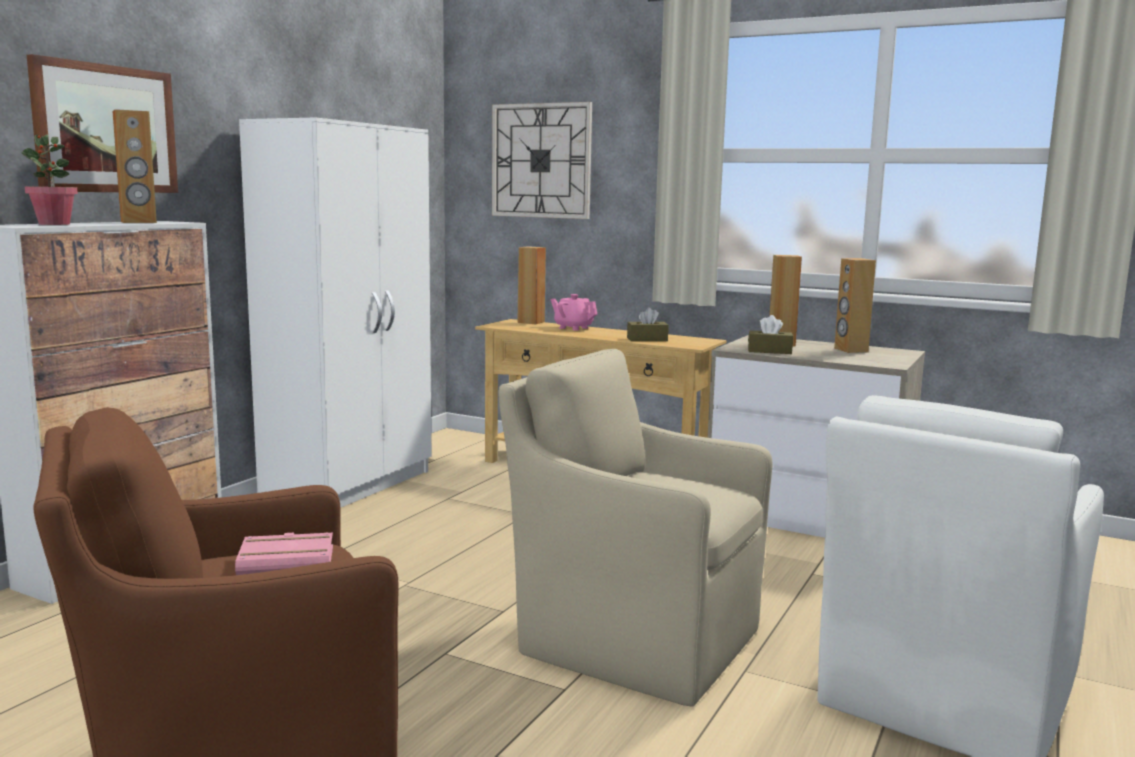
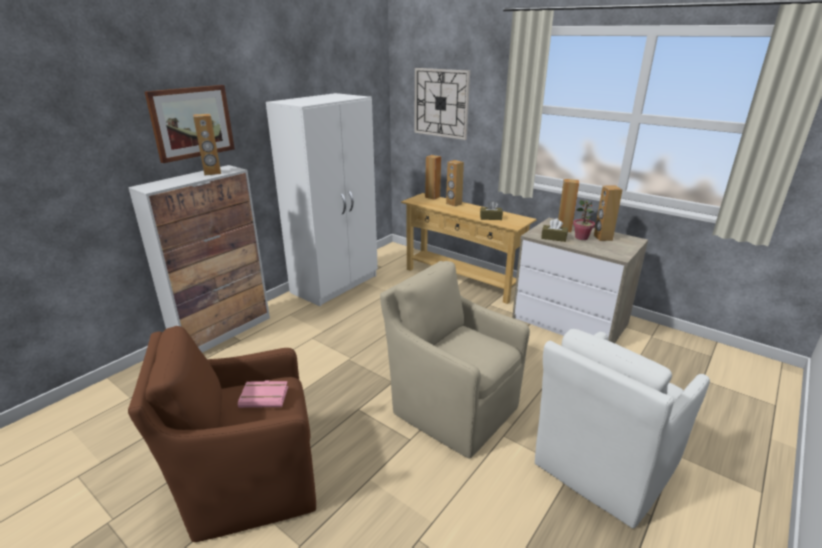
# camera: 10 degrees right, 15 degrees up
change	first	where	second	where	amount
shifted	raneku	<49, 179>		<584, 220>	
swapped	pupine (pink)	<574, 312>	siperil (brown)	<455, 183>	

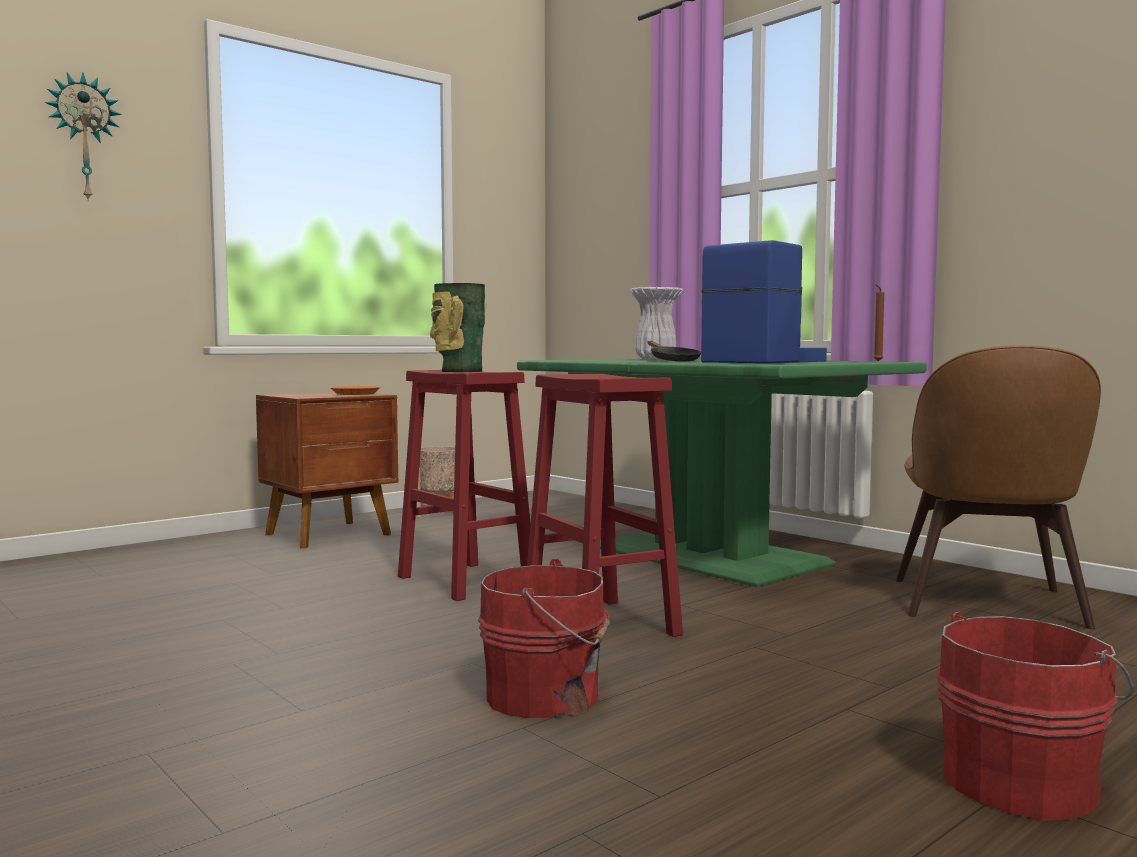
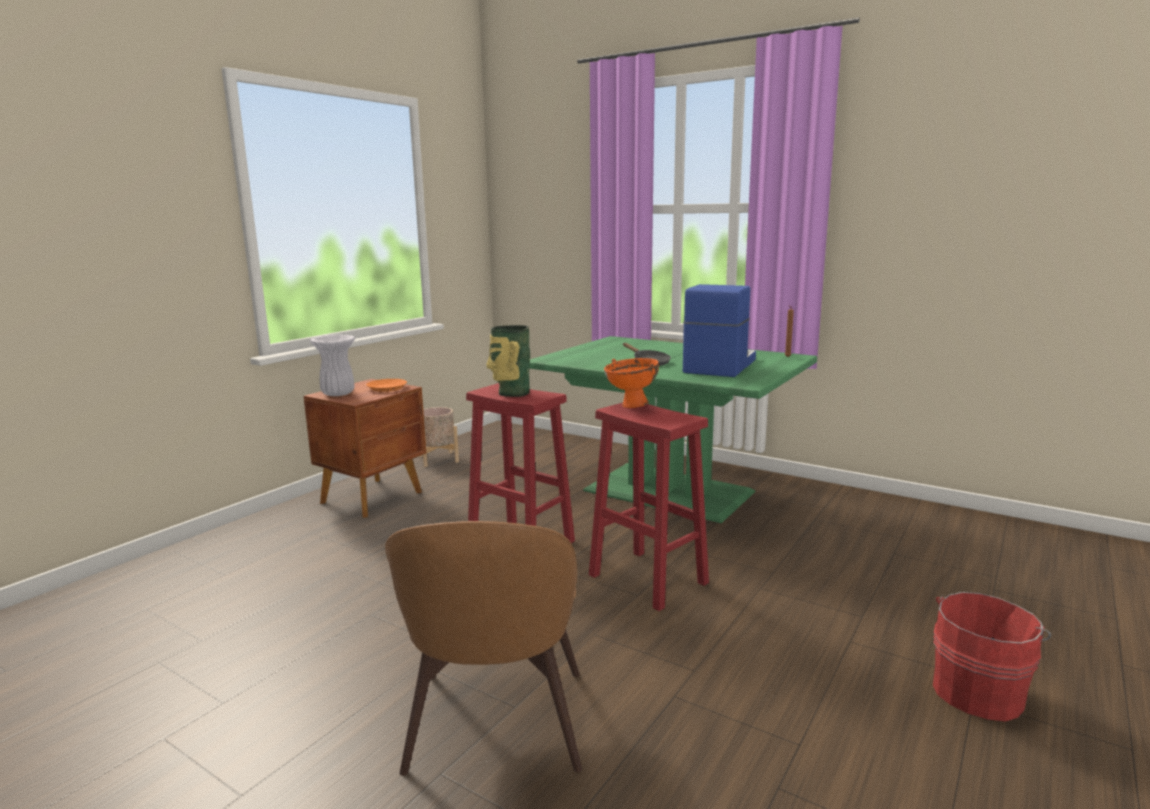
# camera: 15 degrees left, 10 degrees up
change	first	where	second	where	amount
gone	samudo	<83, 137>			
gone	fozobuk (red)	<544, 638>			
shifted	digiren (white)	<656, 323>		<332, 365>	
shifted	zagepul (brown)	<998, 487>		<483, 648>	
new			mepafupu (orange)	<631, 383>	

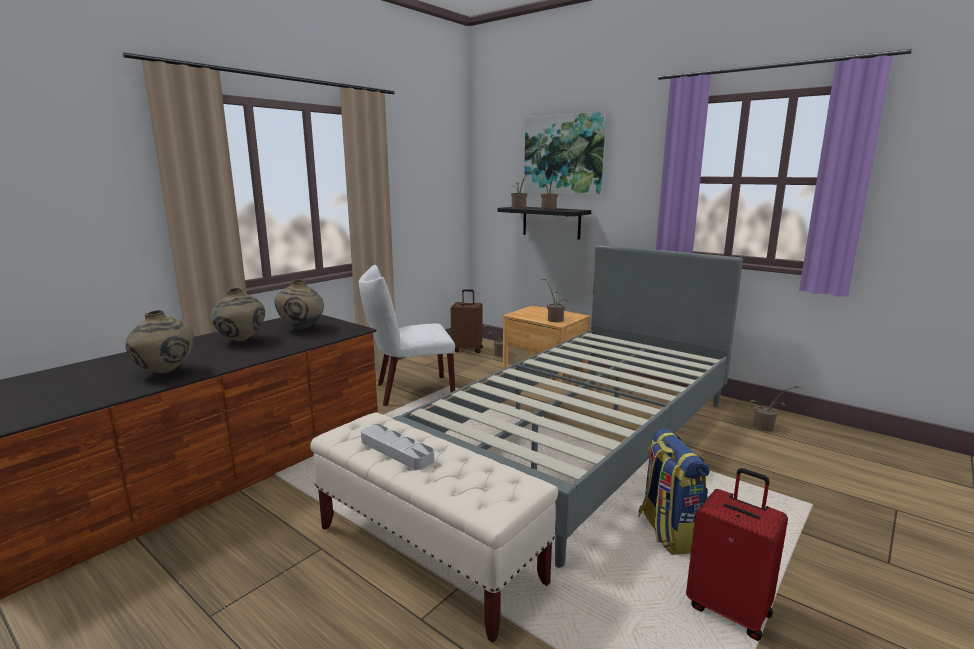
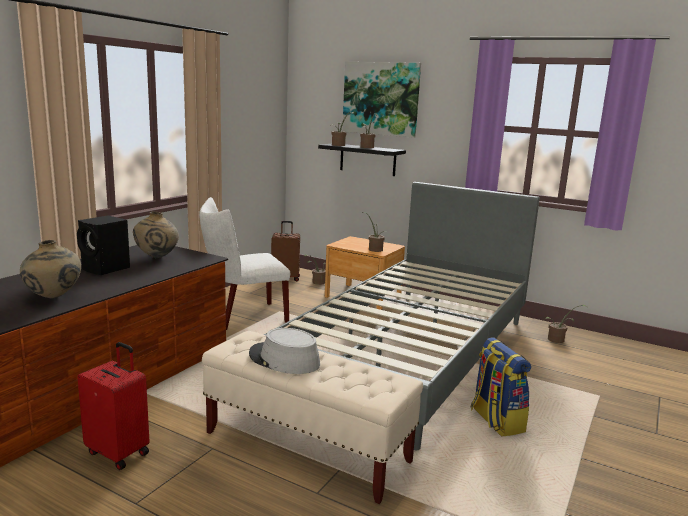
# camera: 10 degrees left, 0 degrees up
change	first	where	second	where	amount
swapped	digiren (beige)	<238, 315>	siperil (black)	<103, 245>	
swapped	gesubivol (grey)	<397, 447>	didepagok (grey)	<284, 351>	
shifted	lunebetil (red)	<737, 554>		<113, 406>	

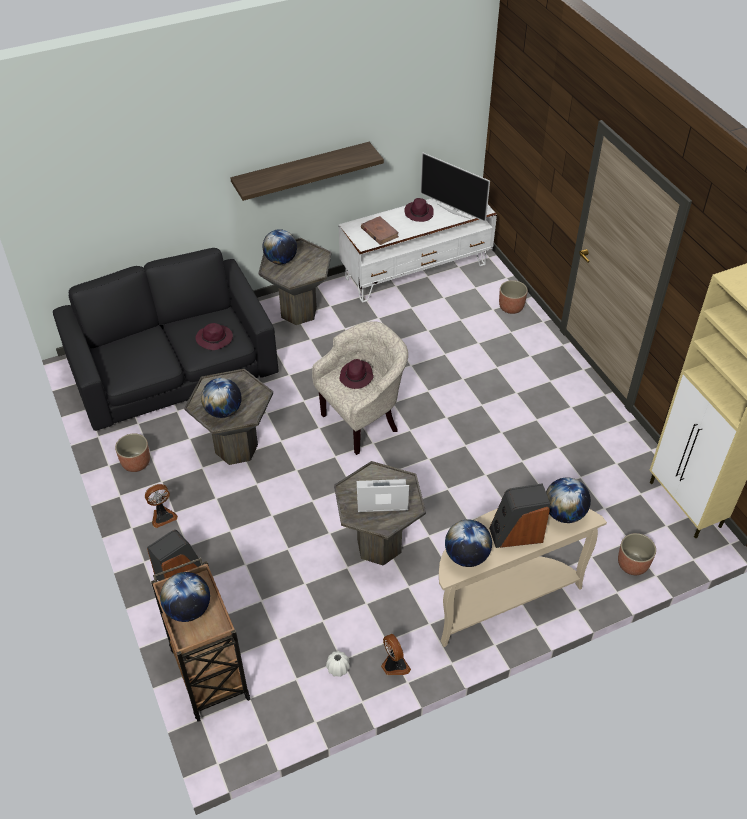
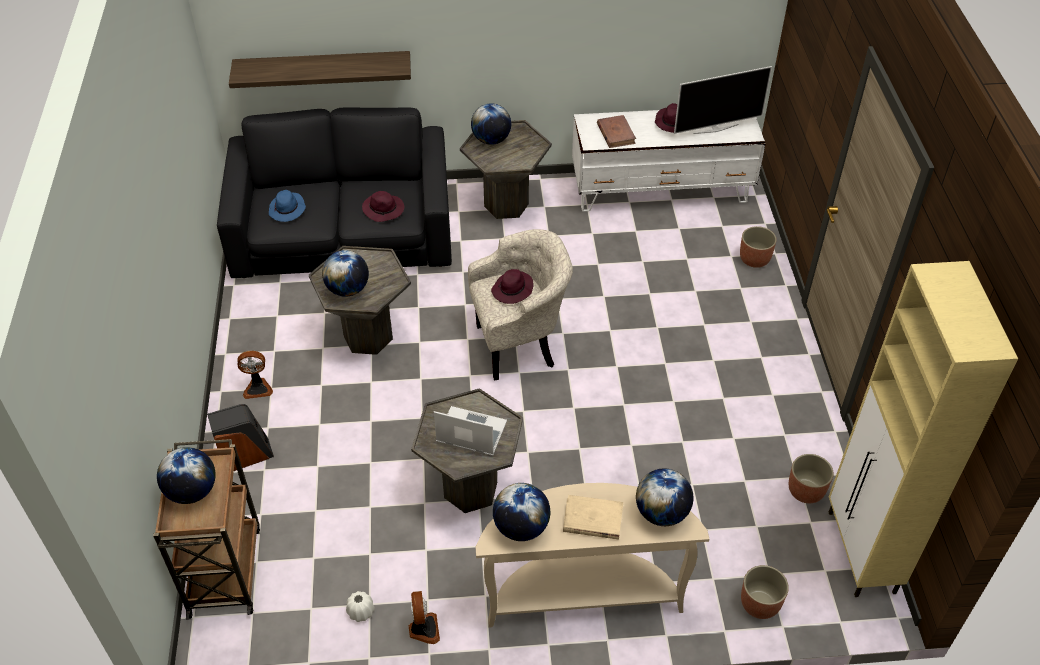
# camera: 20 degrees right, 0 degrees up
change	first	where	second	where	amount
shifted	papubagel	<132, 452>		<811, 478>	
shifted	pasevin	<307, 171>		<320, 69>	
rotated	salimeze	<455, 187>		<723, 100>	75 degrees counterclockwise
swapped	siperil	<519, 515>	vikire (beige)	<593, 517>	
new			didepagok (blue)	<287, 206>	

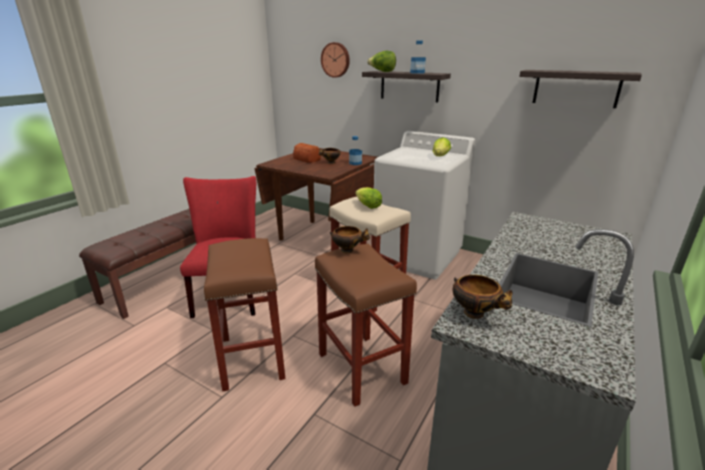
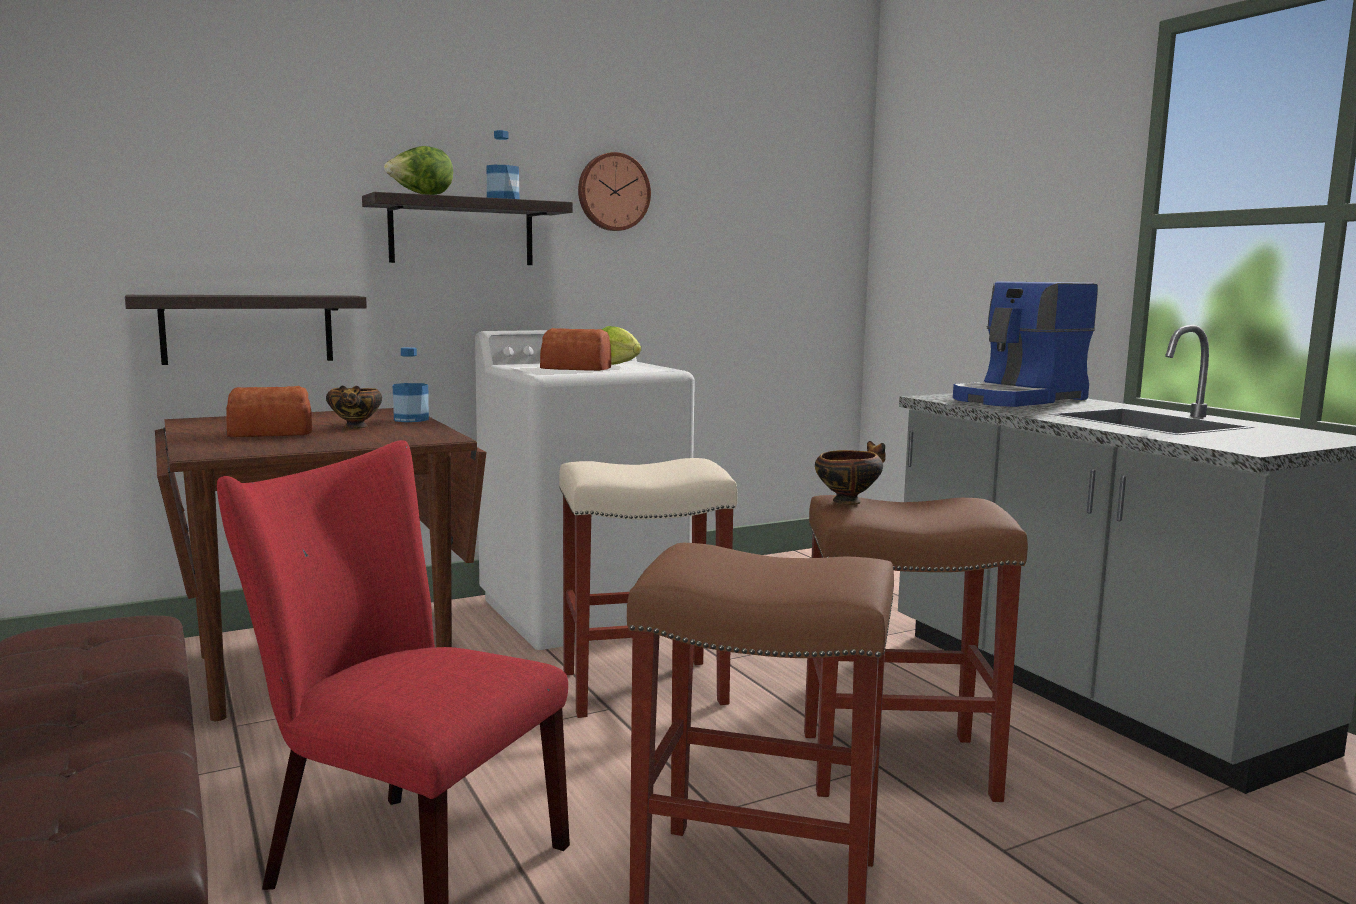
# camera: 60 degrees left, 15 degrees down
change	first	where	second	where	amount
shifted	samudo	<335, 60>		<614, 191>	
gone	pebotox	<368, 198>			
gone	mepafupu	<483, 297>			
shifted	pasevin	<580, 89>		<246, 330>	
new			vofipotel	<575, 349>	
new			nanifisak	<1025, 344>	

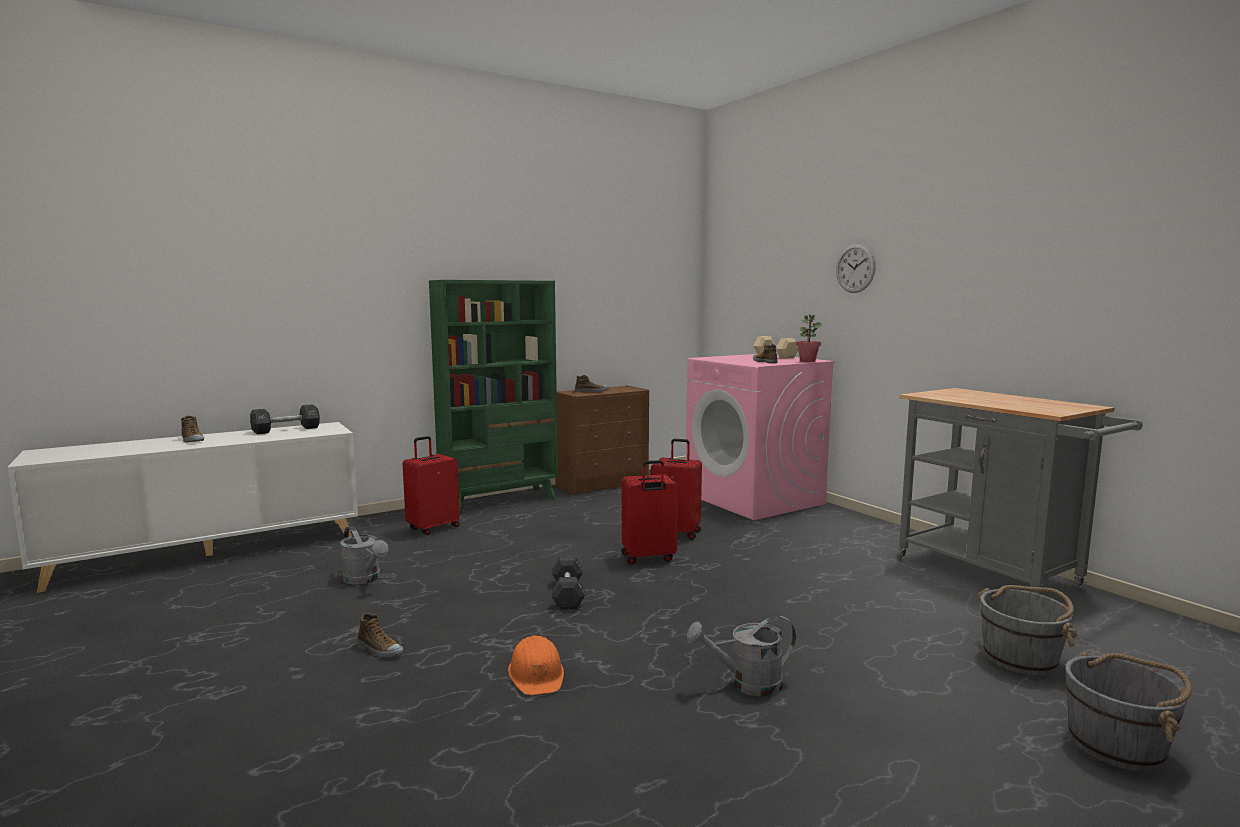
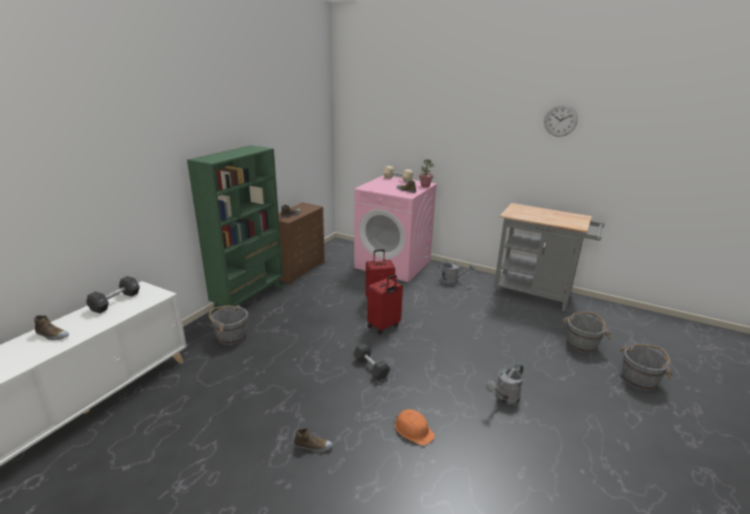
# camera: 30 degrees left, 15 degrees up
change	first	where	second	where	amount
shifted	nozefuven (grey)	<364, 555>		<456, 272>	
swapped	lunebetil (red)	<431, 485>	fozobuk (grey)	<228, 325>	
shifted	samudo	<856, 268>		<561, 120>	

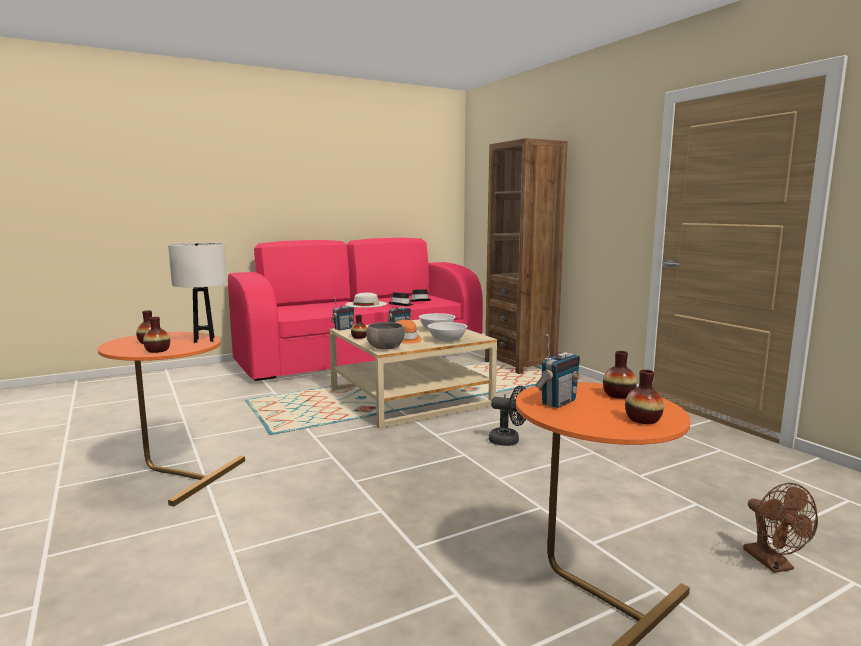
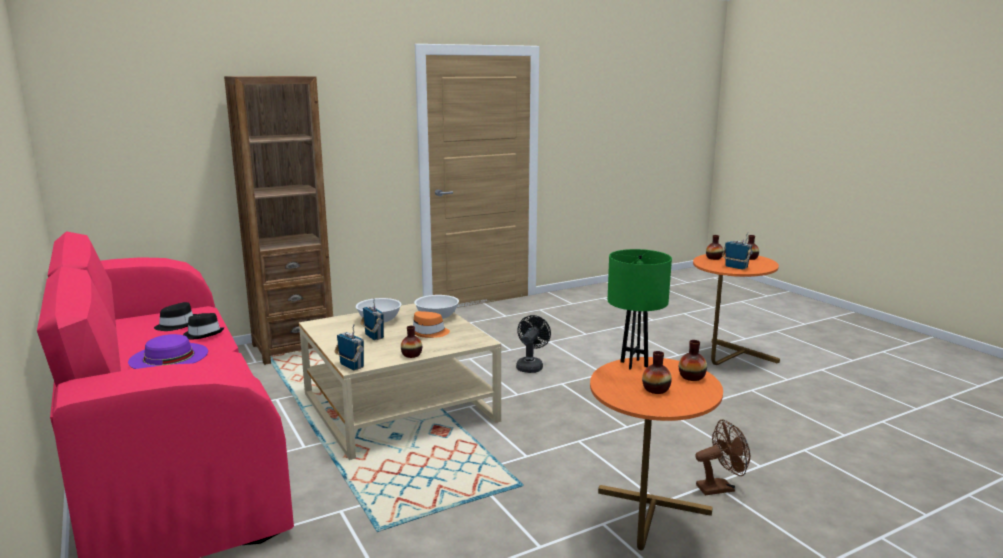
# camera: 90 degrees left, 5 degrees up
change	first	where	second	where	amount
repainted	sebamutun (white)	<197, 293>	sebamutun (green)	<640, 309>	
repainted	didepagok (white)	<366, 300>	didepagok (purple)	<168, 351>	
gone	mepafupu (grey)	<385, 335>			
shifted	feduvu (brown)	<780, 528>		<722, 457>	

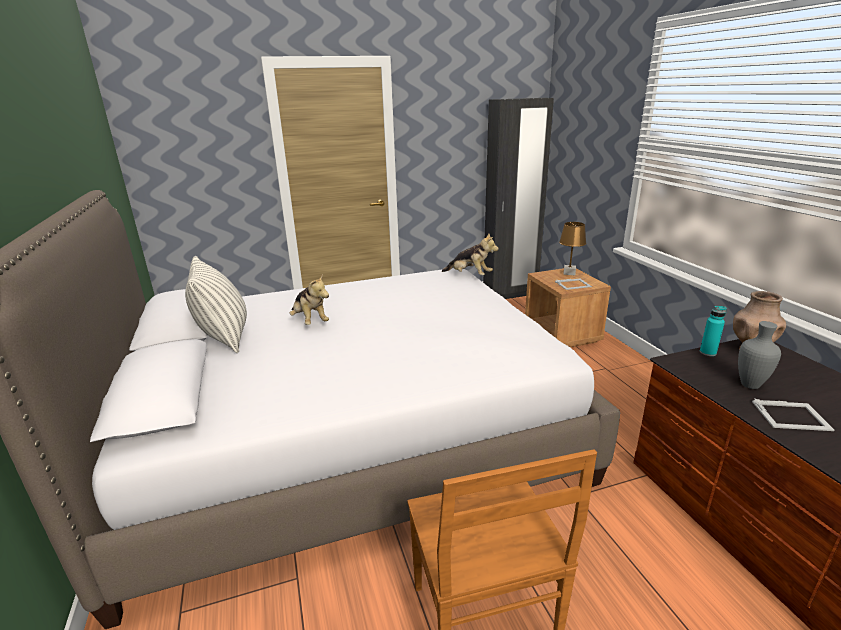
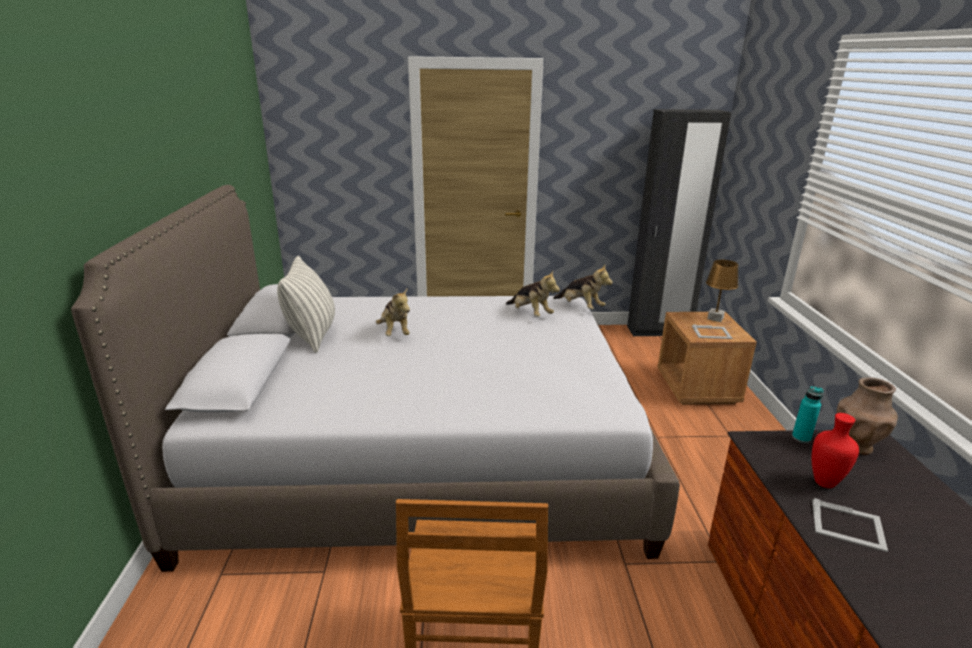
# camera: 15 degrees right, 0 degrees up
change	first	where	second	where	amount
repainted	digiren (grey)	<759, 355>	digiren (red)	<835, 450>	
new			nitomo	<533, 294>	

